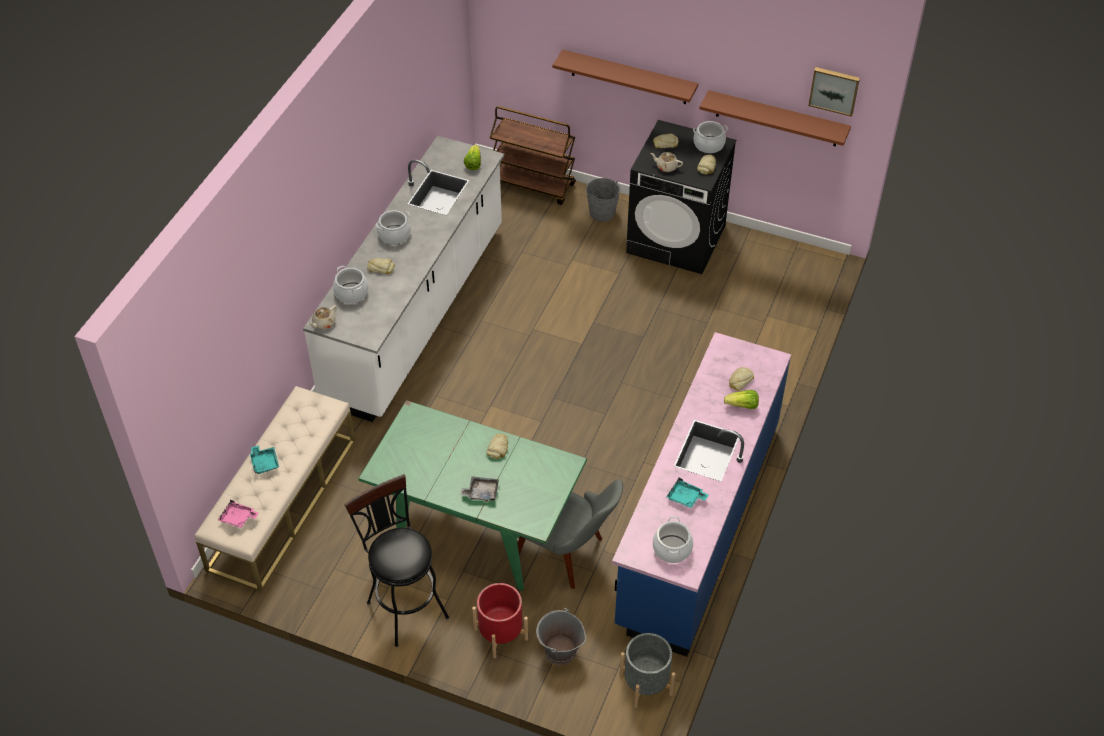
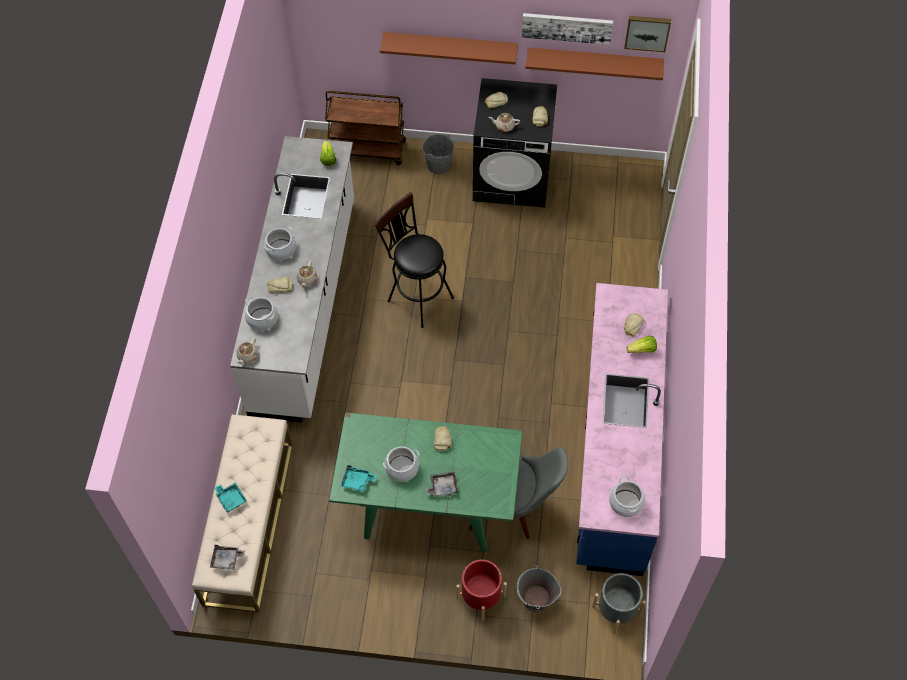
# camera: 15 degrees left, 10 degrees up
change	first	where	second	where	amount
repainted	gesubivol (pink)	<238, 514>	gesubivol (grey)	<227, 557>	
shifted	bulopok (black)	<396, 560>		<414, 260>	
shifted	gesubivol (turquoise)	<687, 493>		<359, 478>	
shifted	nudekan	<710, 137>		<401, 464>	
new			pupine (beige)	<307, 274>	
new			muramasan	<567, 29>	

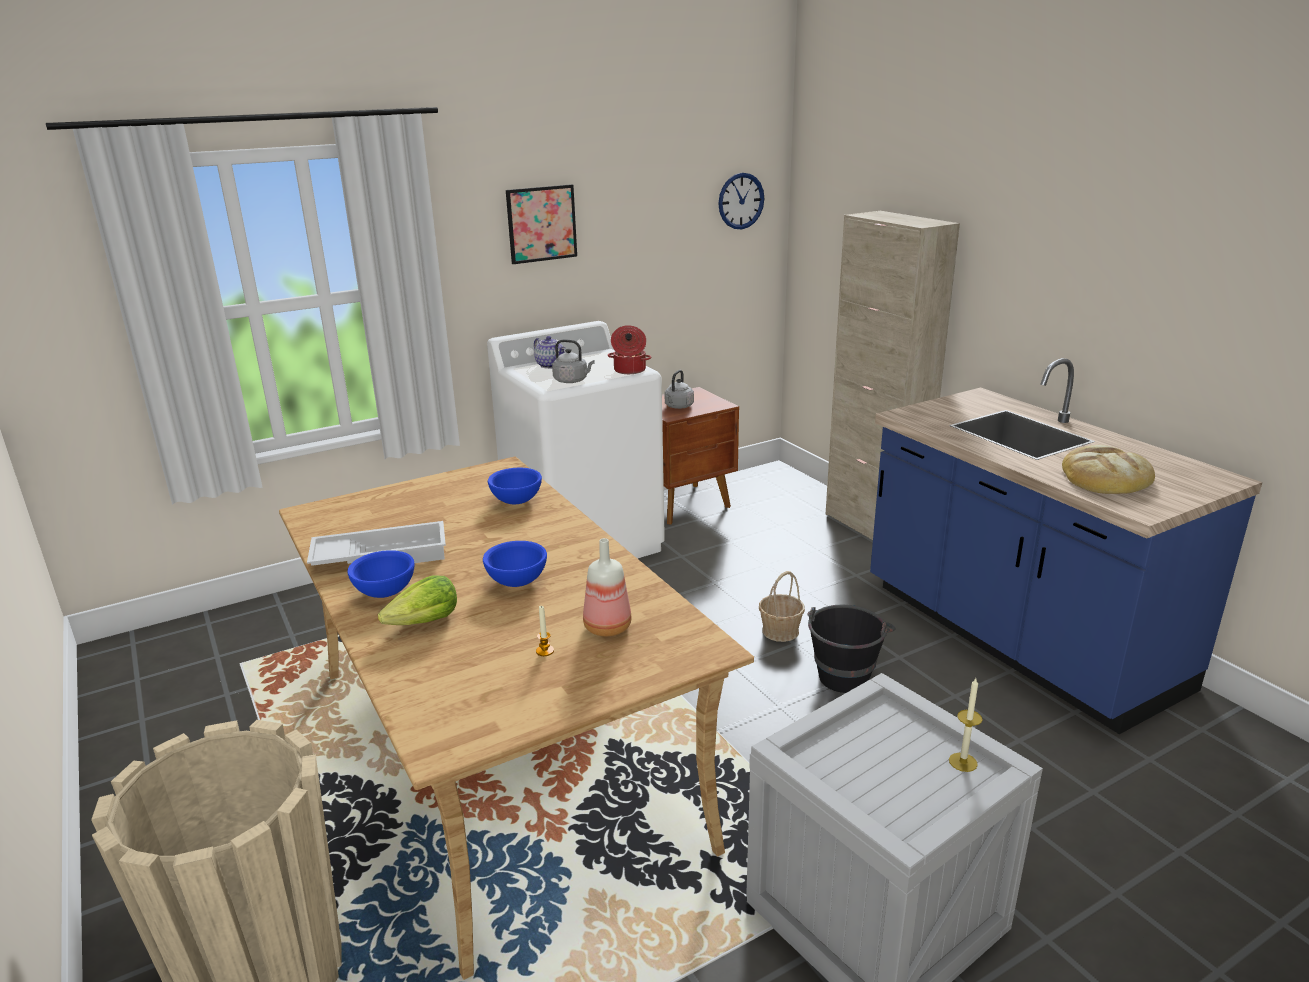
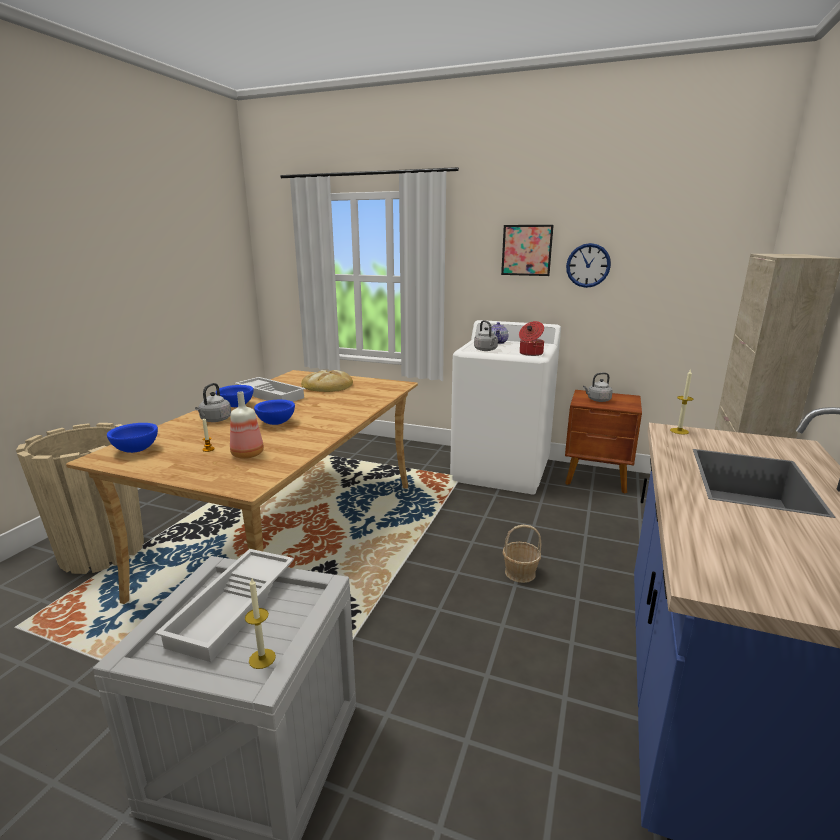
# camera: 50 degrees right, 5 degrees down
change	first	where	second	where	amount
swapped	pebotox	<417, 600>	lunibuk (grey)	<213, 402>	
shifted	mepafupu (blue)	<515, 486>		<132, 438>	
shifted	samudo	<741, 201>		<588, 265>	
gone	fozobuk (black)	<851, 649>			
shifted	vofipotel	<1108, 469>		<327, 381>	
new			gesubivol (white)	<224, 605>	
new			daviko	<682, 401>	

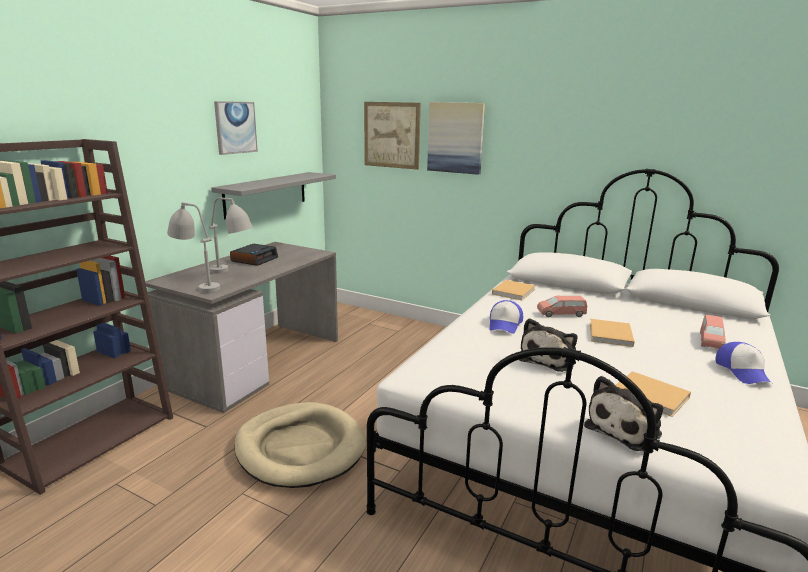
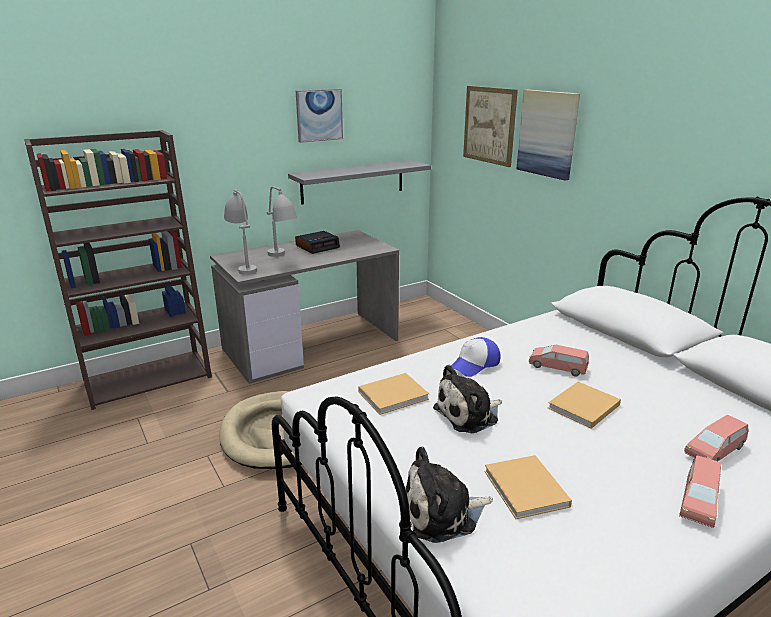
# camera: 30 degrees right, 5 degrees up
change	first	where	second	where	amount
shifted	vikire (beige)	<514, 290>		<393, 394>	
swapped	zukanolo	<743, 363>	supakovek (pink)	<700, 491>	

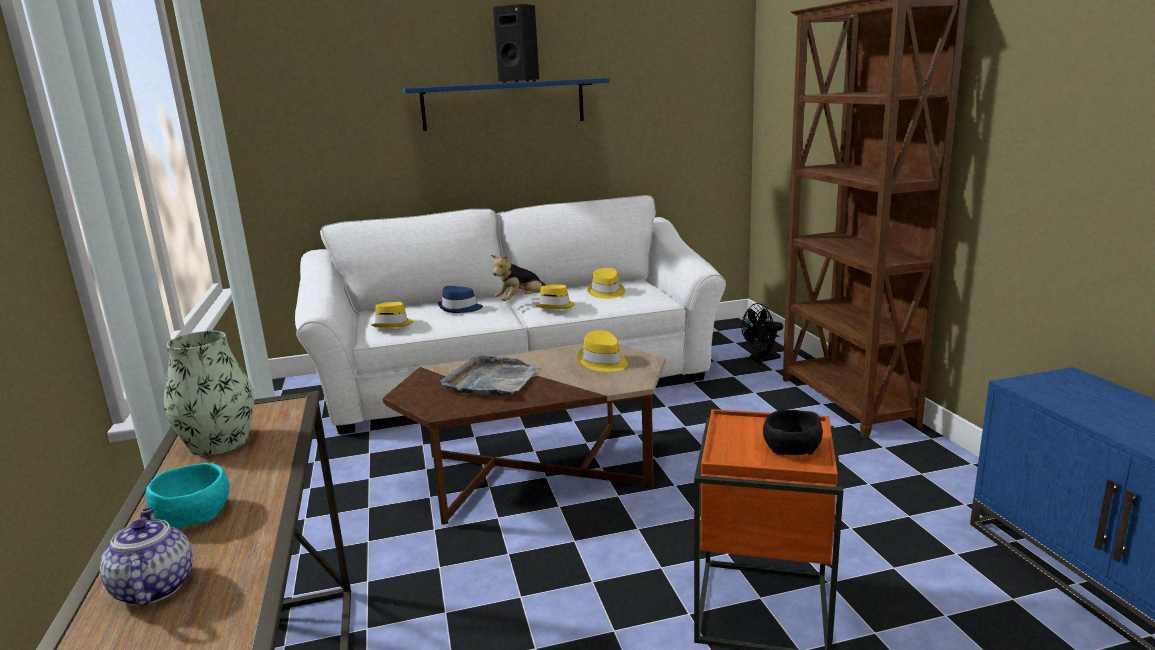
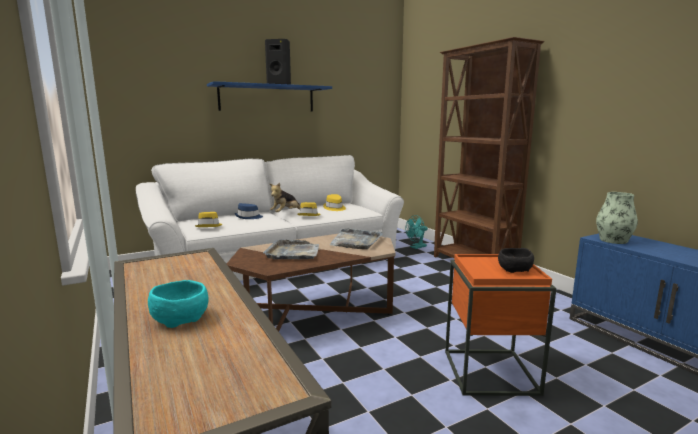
# camera: 15 degrees left, 5 degrees down
change	first	where	second	where	amount
gone	pupine	<146, 557>			
shifted	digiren	<209, 393>		<617, 218>	
swapped	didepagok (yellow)	<602, 351>	gesubivol (grey)	<356, 238>	
repainted	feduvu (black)	<762, 333>	feduvu (turquoise)	<416, 232>	

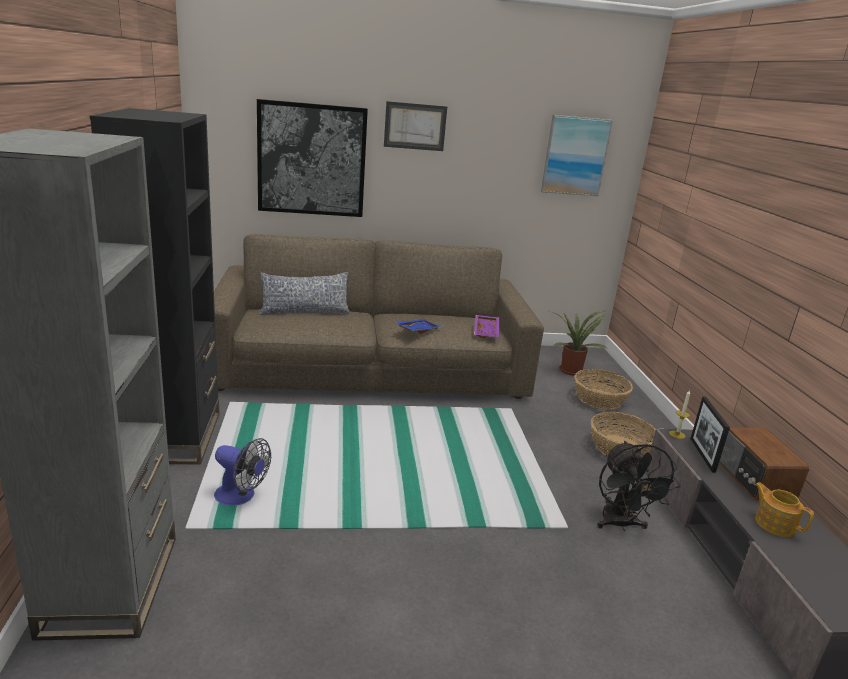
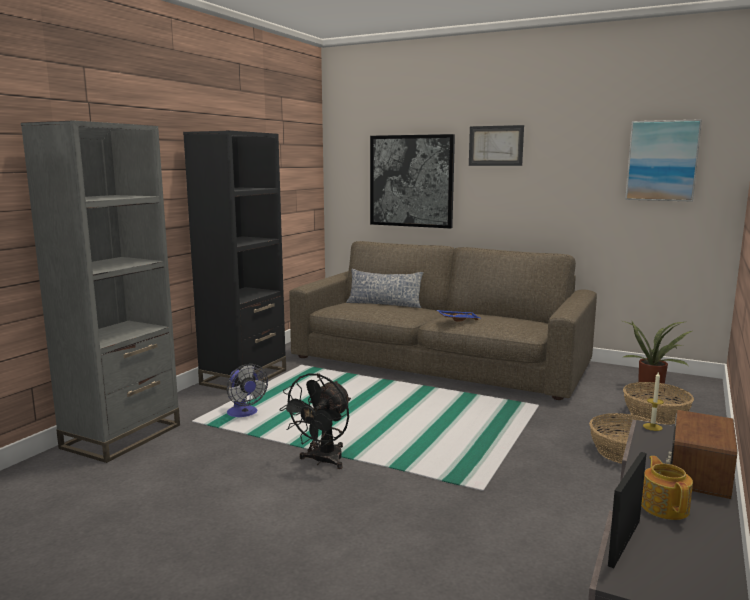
# camera: 35 degrees right, 10 degrees down
change	first	where	second	where	amount
gone	gesubivol (purple)	<486, 326>			
shifted	feduvu (black)	<638, 486>		<315, 421>	
shifted	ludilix	<710, 435>		<627, 510>	

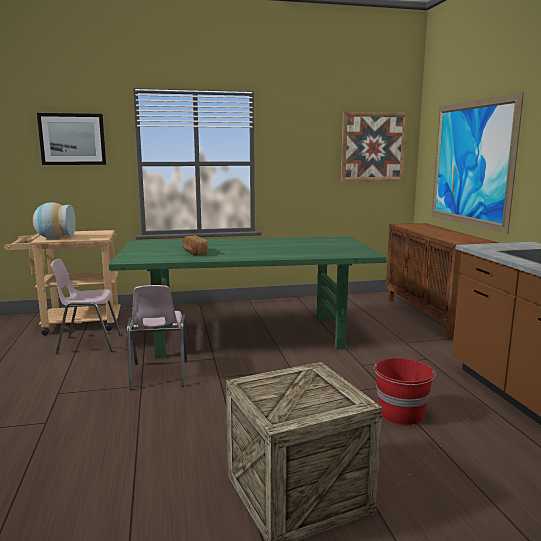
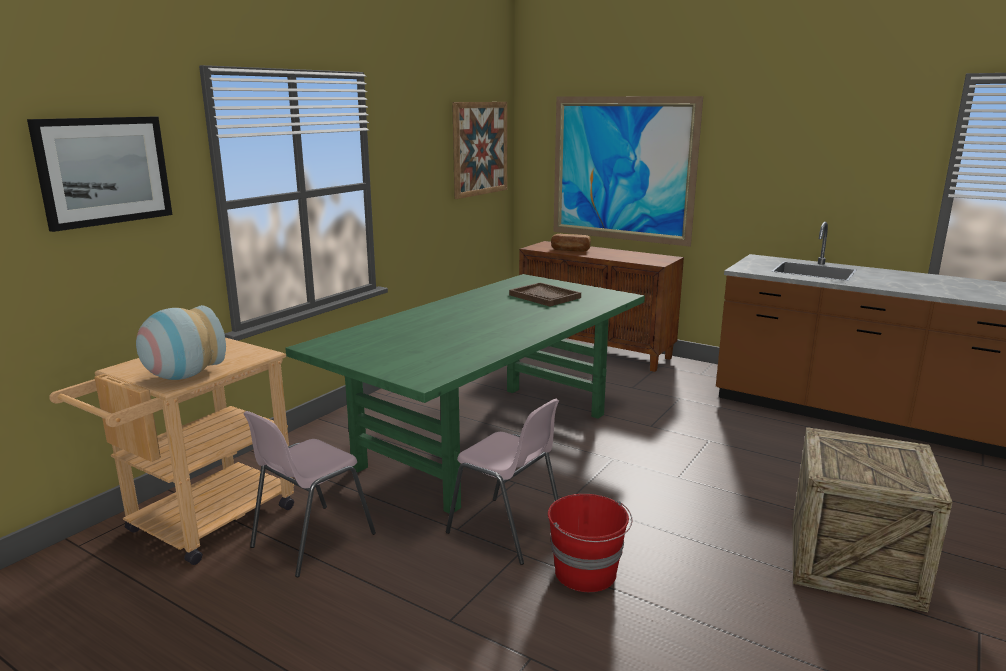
# camera: 45 degrees left, 5 degrees up
change	first	where	second	where	amount
shifted	vofipotel	<195, 245>		<571, 243>	
shifted	fozobuk (red)	<405, 391>		<590, 543>	
new			gesubivol (brown)	<545, 294>	

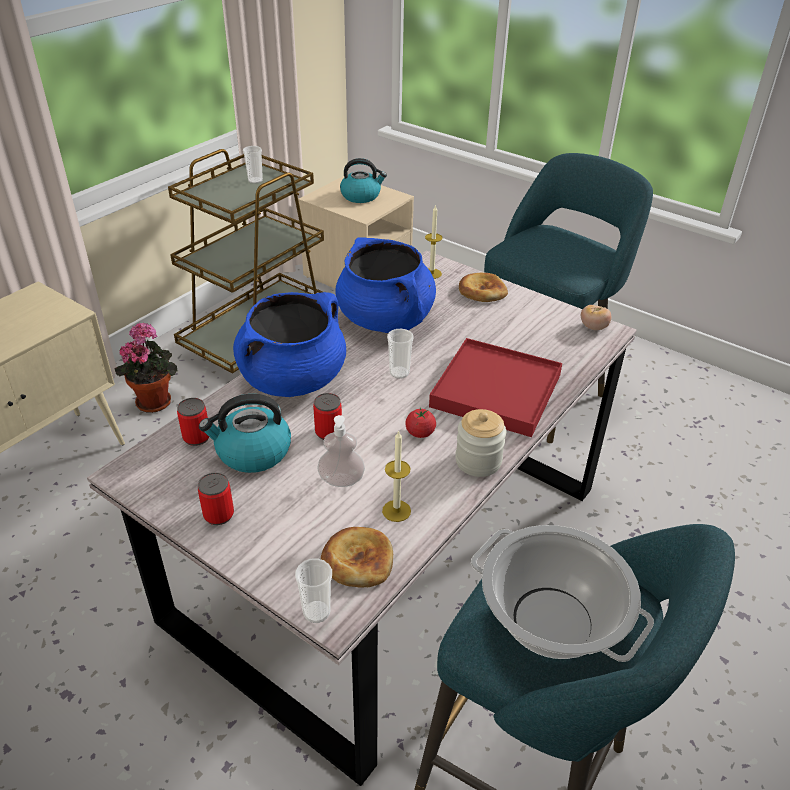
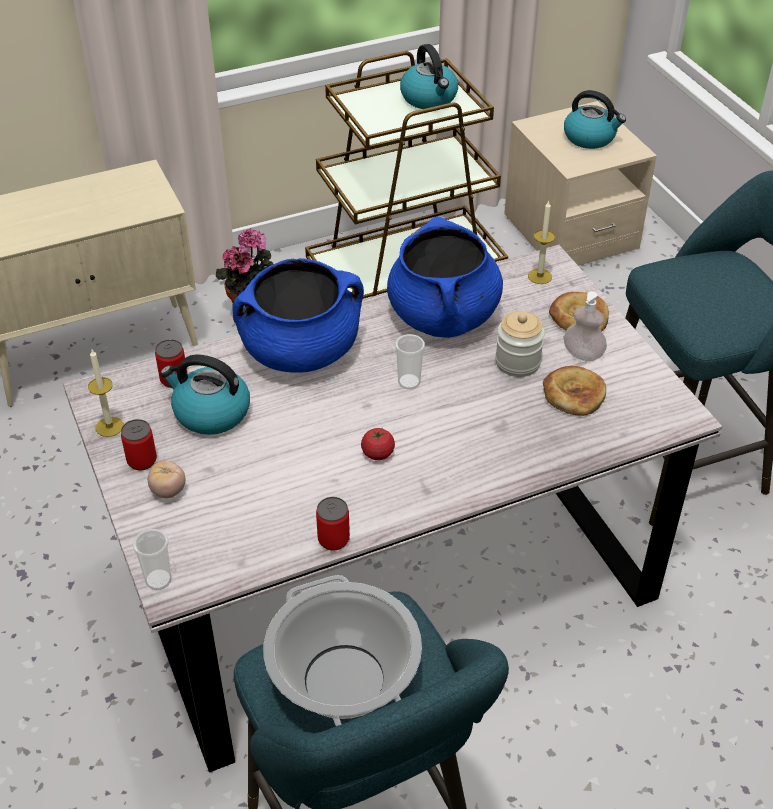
# camera: 30 degrees right, 5 degrees up
change	first	where	second	where	amount
swapped	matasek	<253, 165>	lunibuk	<429, 76>	
shifted	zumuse	<327, 416>		<333, 524>	
shifted	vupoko	<341, 451>		<585, 326>	
shifted	vofipotel	<357, 557>		<574, 391>	
shifted	daviko	<396, 476>		<106, 393>	
gone	gesubivol (red)	<495, 387>			
shifted	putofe	<480, 443>		<520, 344>	
shifted	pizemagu	<596, 317>		<166, 479>	

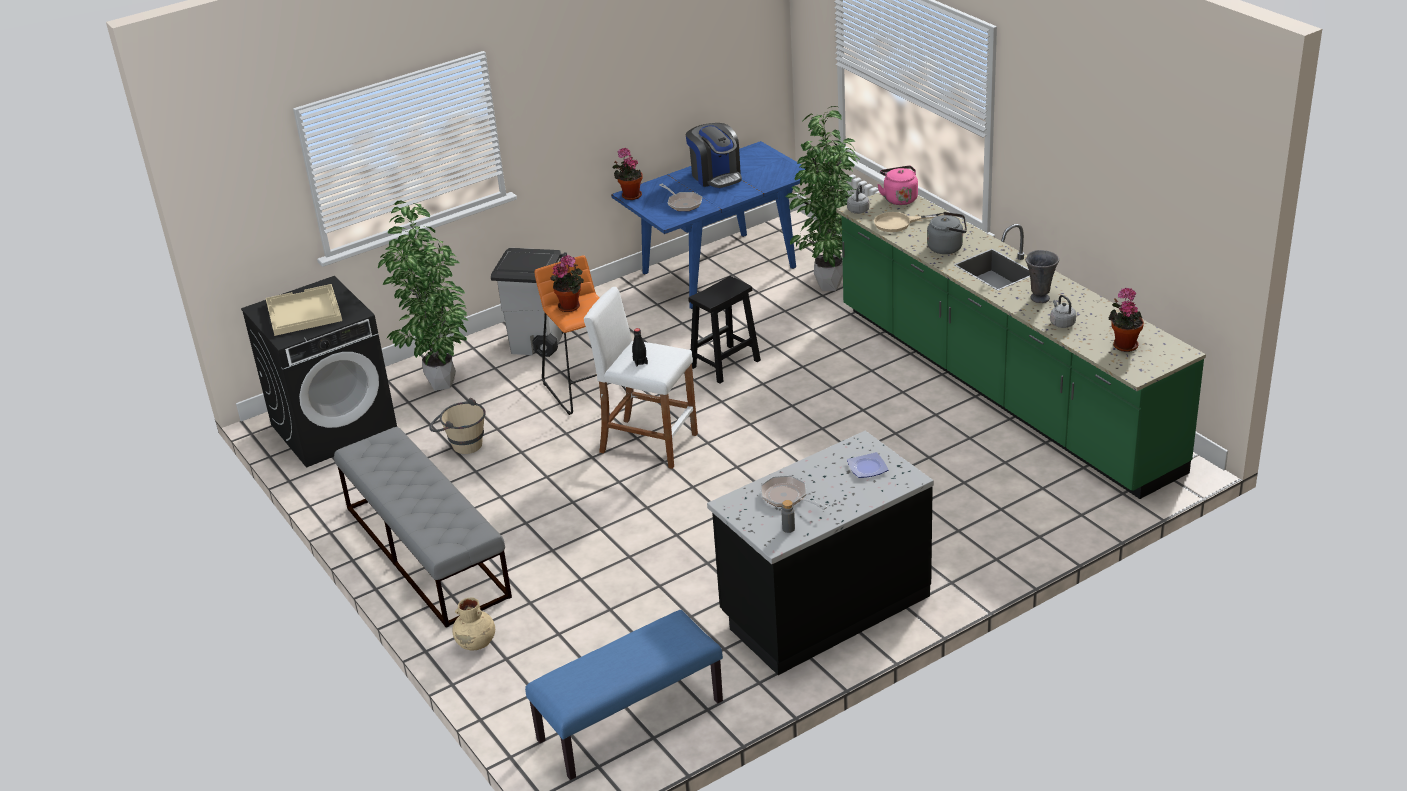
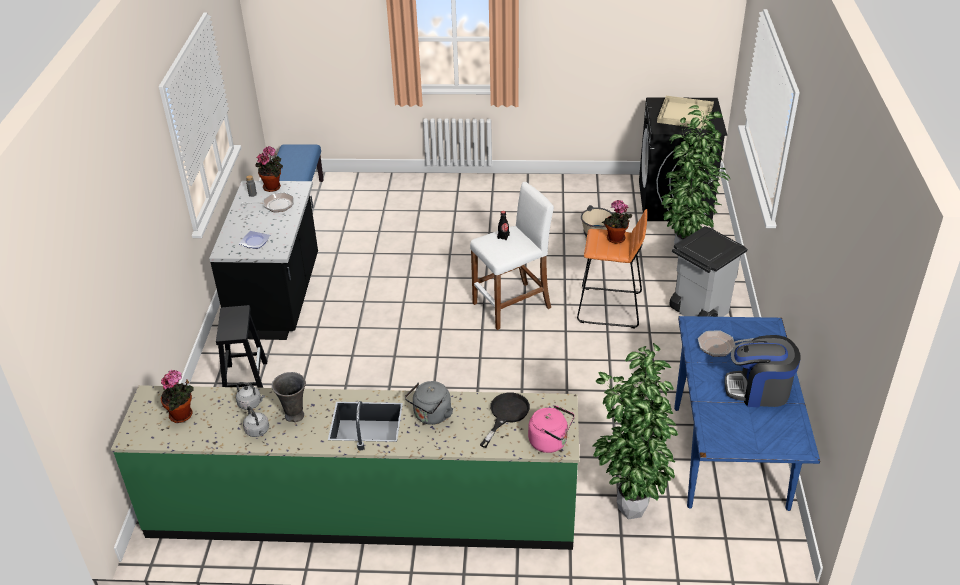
# camera: 125 degrees right, 5 degrees up
change	first	where	second	where	amount
gone	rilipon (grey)	<423, 527>			
gone	digiren (beige)	<473, 623>			
shifted	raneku	<627, 174>		<269, 169>	
shifted	bulopok (black)	<724, 329>		<241, 346>	
shifted	lunibuk (grey)	<858, 199>		<256, 421>	
repainted	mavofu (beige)	<909, 222>	mavofu (black)	<505, 420>	

